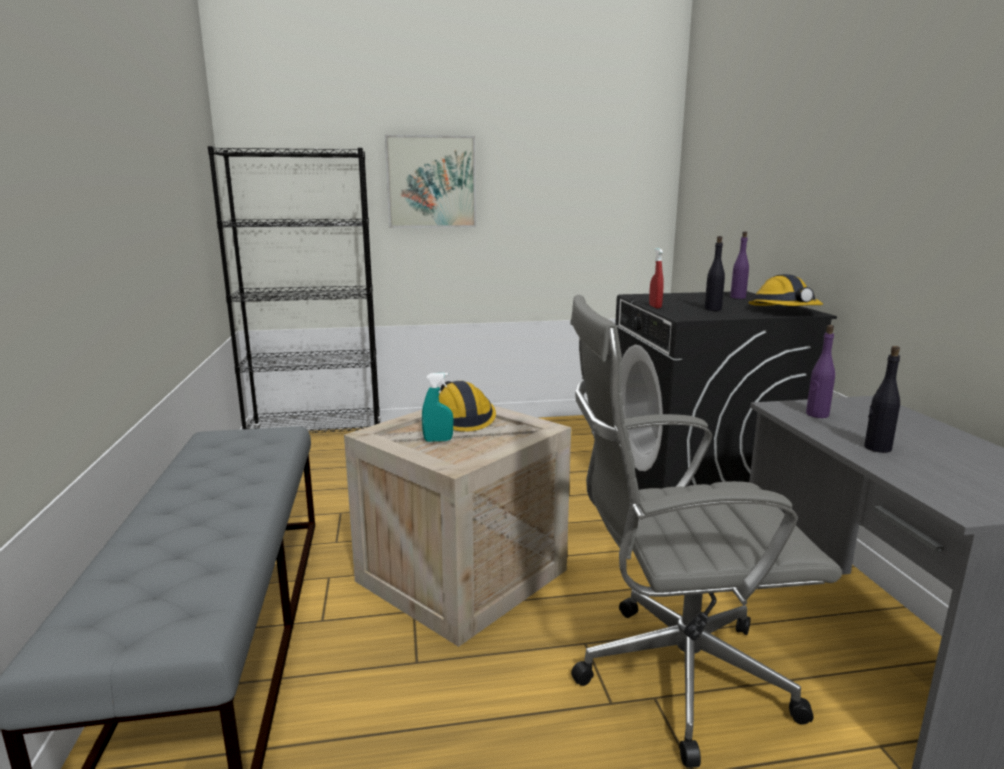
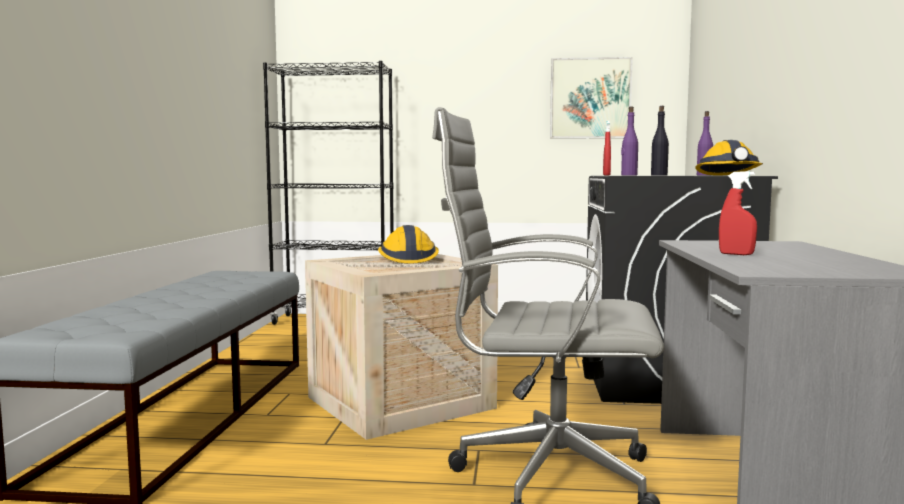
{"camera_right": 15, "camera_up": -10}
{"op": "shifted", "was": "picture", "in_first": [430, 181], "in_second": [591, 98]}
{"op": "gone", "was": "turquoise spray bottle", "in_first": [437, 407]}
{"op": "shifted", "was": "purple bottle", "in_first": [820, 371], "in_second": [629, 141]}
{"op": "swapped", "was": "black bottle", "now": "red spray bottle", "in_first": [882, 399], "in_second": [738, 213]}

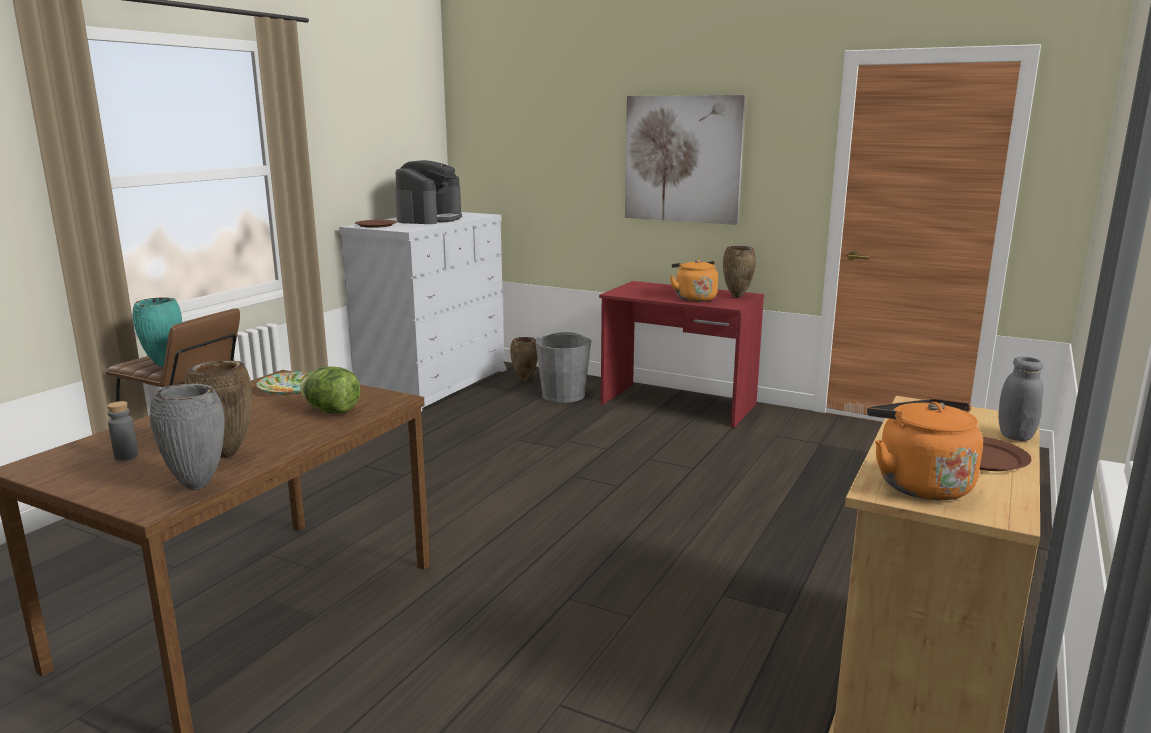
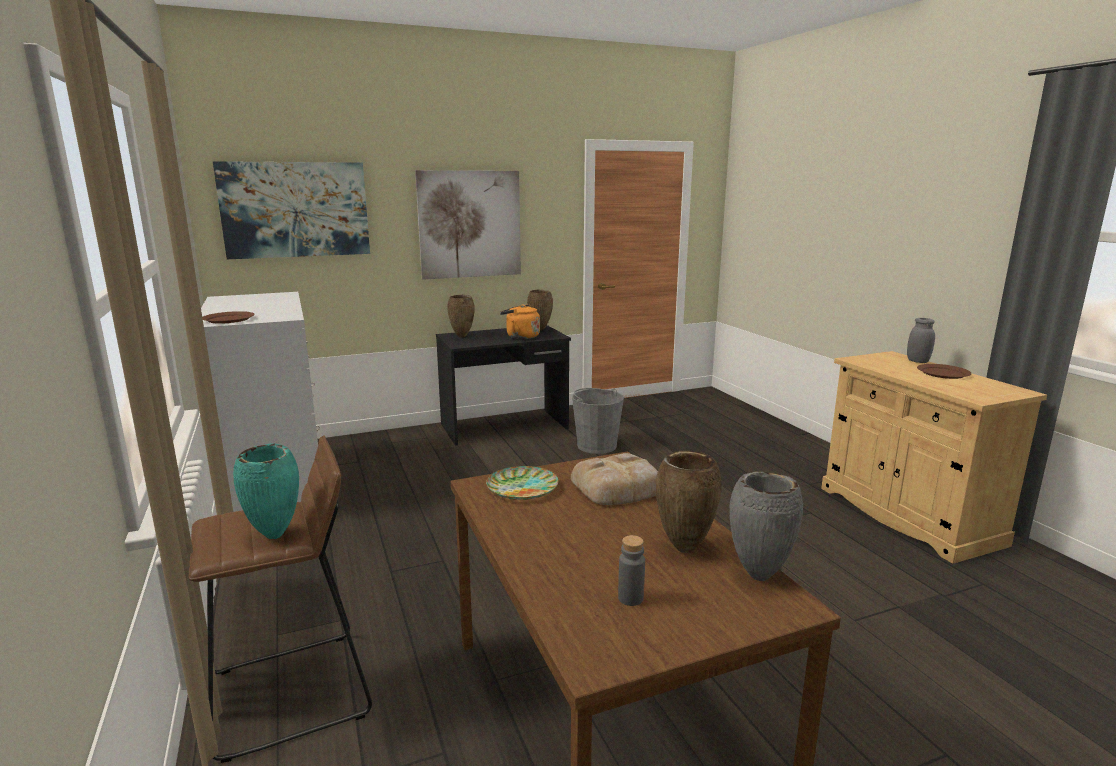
{"camera_right": -50, "camera_up": 0}
{"op": "swapped", "was": "lettuce", "now": "bread", "in_first": [330, 390], "in_second": [614, 479]}
{"op": "gone", "was": "coffee machine", "in_first": [428, 192]}
{"op": "shifted", "was": "brown vase", "in_first": [524, 359], "in_second": [461, 316]}
{"op": "shifted", "was": "grey bucket", "in_first": [563, 367], "in_second": [598, 421]}
{"op": "repainted", "was": "red desk", "now": "black desk", "in_first": [681, 354], "in_second": [503, 385]}
{"op": "gone", "was": "orange kettle", "in_first": [925, 449]}
{"op": "new", "now": "picture", "in_second": [291, 210]}

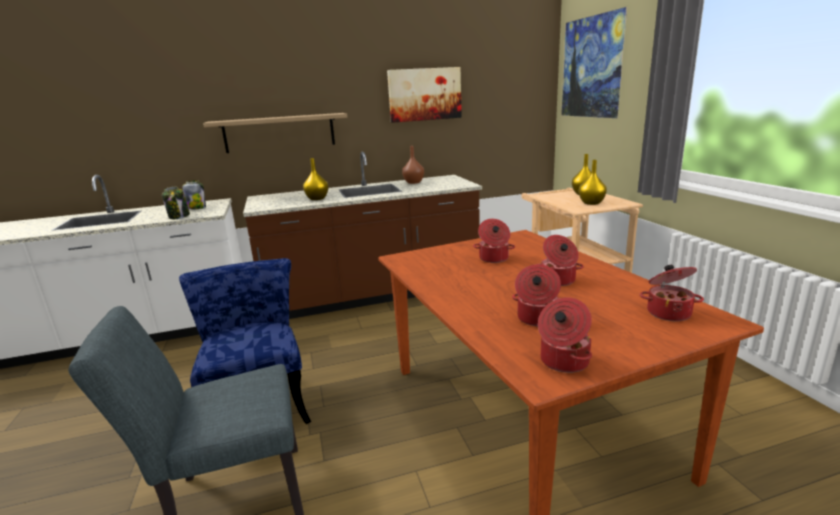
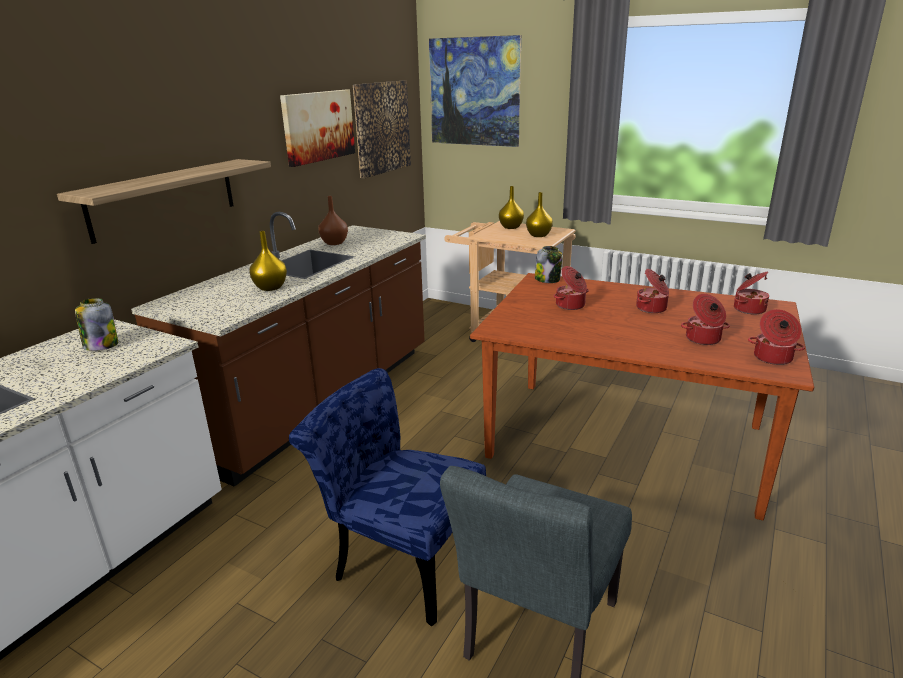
{"camera_right": -45, "camera_up": 5}
{"op": "shifted", "was": "jar", "in_first": [176, 203], "in_second": [549, 264]}
{"op": "new", "now": "picture", "in_second": [382, 129]}

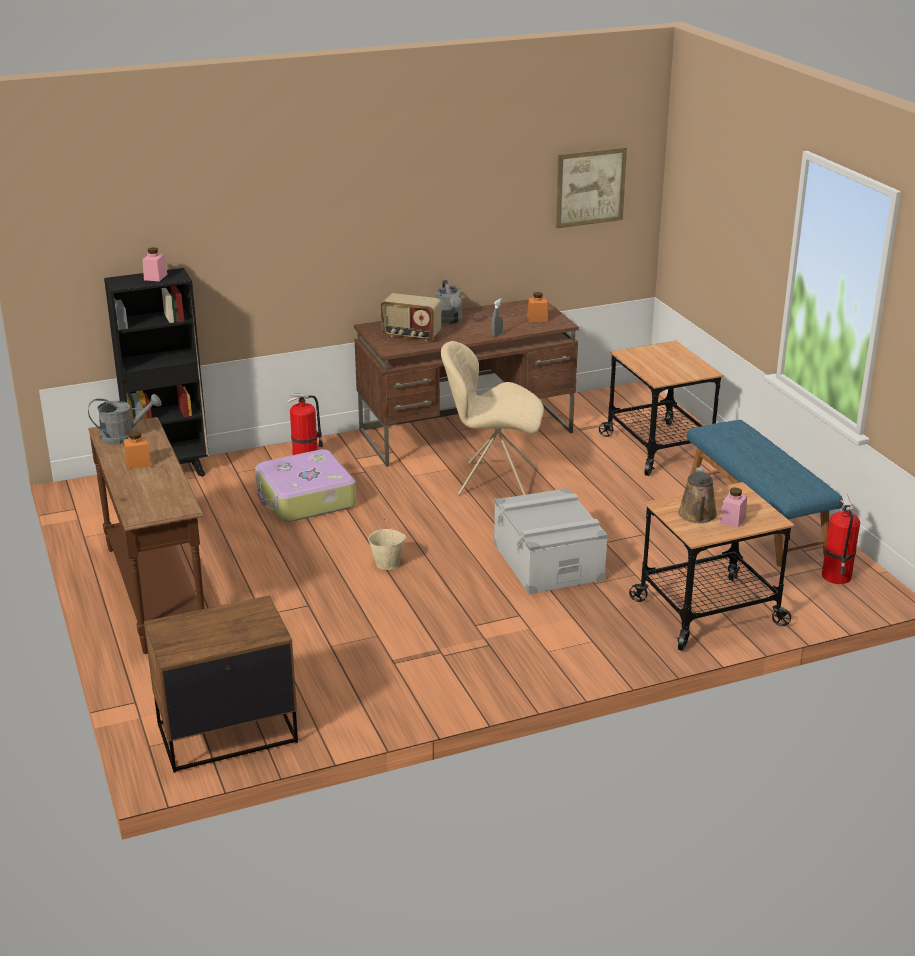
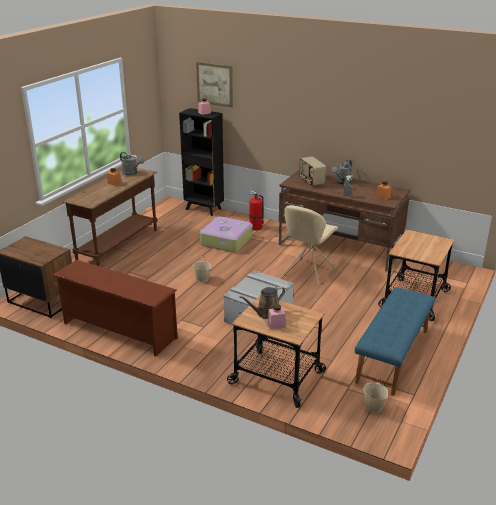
{"camera_right": 50, "camera_up": 0}
{"op": "rotated", "was": "beige chair", "in_first": [492, 418], "in_second": [310, 245], "clockwise": -120}
{"op": "shifted", "was": "picture", "in_first": [591, 187], "in_second": [214, 85]}
{"op": "swapped", "was": "fire extinguisher", "now": "beige bucket", "in_first": [841, 539], "in_second": [375, 396]}
{"op": "new", "now": "brown shoe rack", "in_second": [115, 308]}

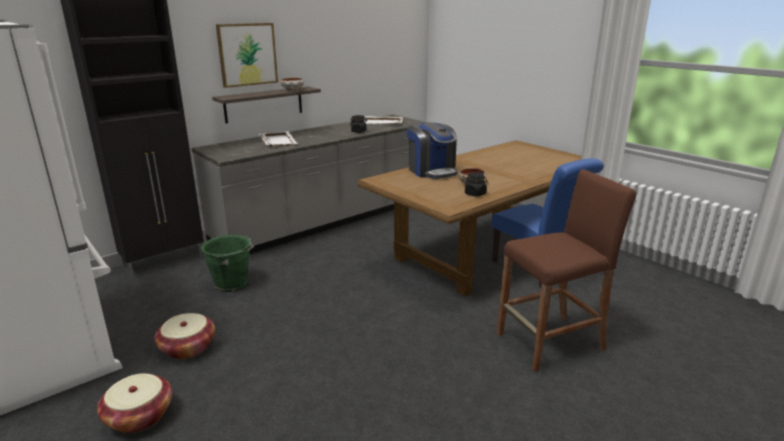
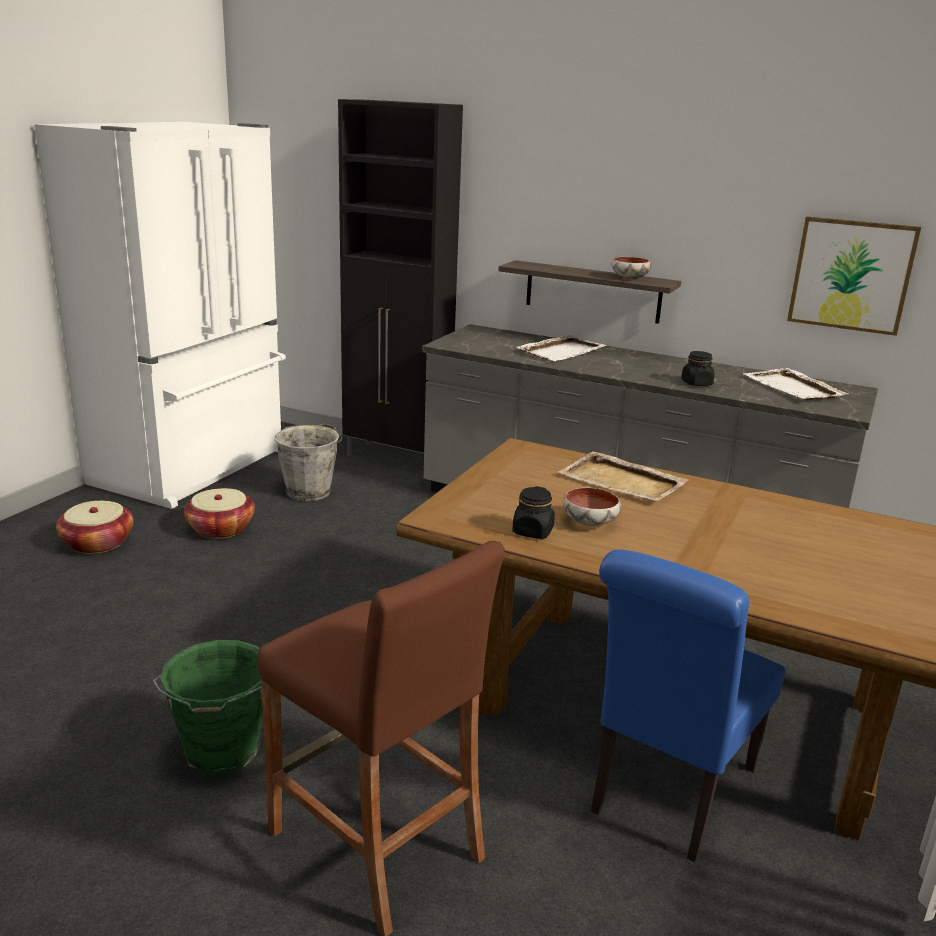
{"camera_right": 65, "camera_up": 0}
{"op": "shifted", "was": "green bucket", "in_first": [227, 263], "in_second": [208, 708]}
{"op": "shifted", "was": "picture", "in_first": [247, 55], "in_second": [854, 276]}
{"op": "swapped", "was": "coffee machine", "now": "beige tray", "in_first": [432, 150], "in_second": [623, 476]}
{"op": "new", "now": "grey bucket", "in_second": [308, 462]}

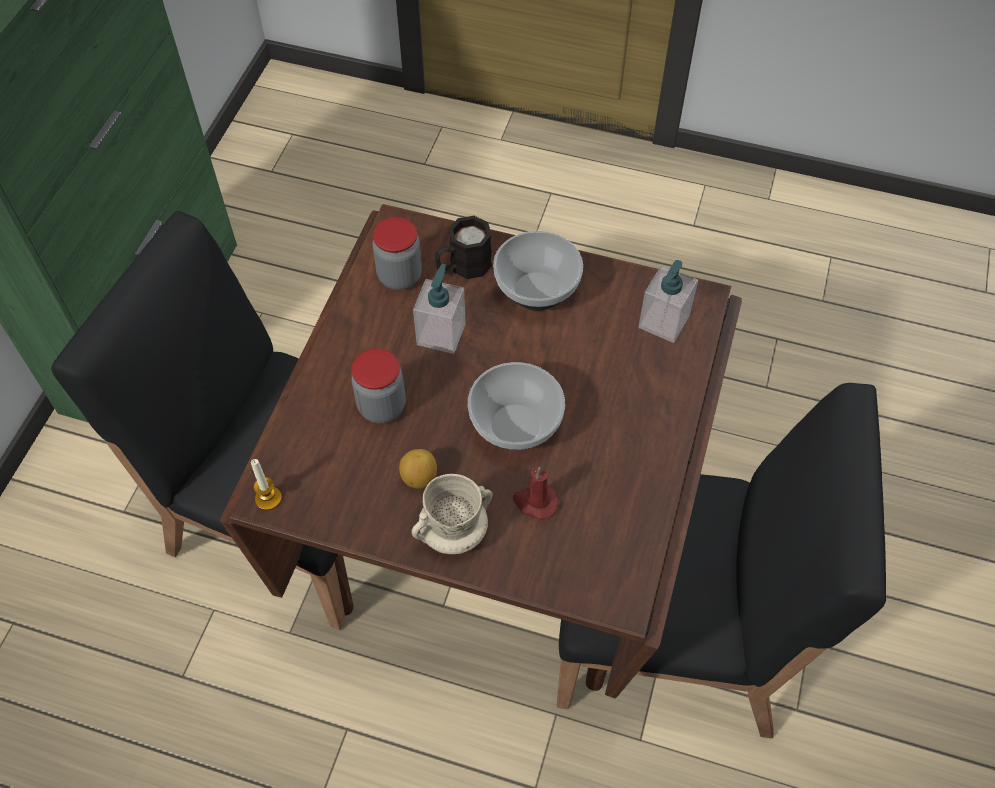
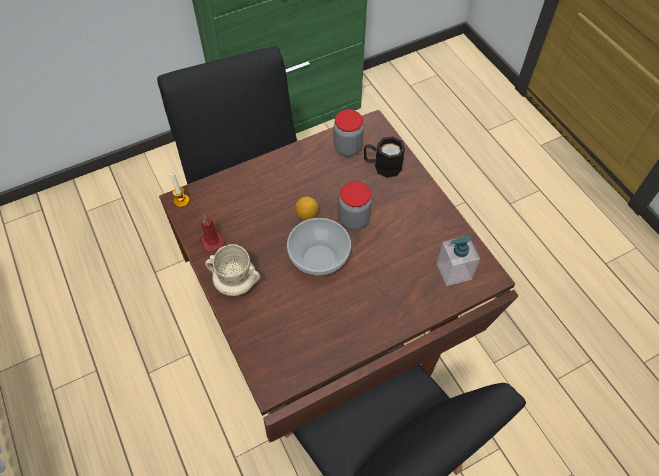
{"camera_right": 45, "camera_up": 0}
{"op": "shifted", "was": "jar", "in_first": [378, 385], "in_second": [355, 205]}
{"op": "shifted", "was": "lemon", "in_first": [418, 469], "in_second": [306, 208]}
{"op": "gone", "was": "soap dispenser", "in_first": [439, 309]}
{"op": "gone", "was": "bowl", "in_first": [538, 271]}
{"op": "shifted", "was": "red candle", "in_first": [536, 493], "in_second": [212, 234]}

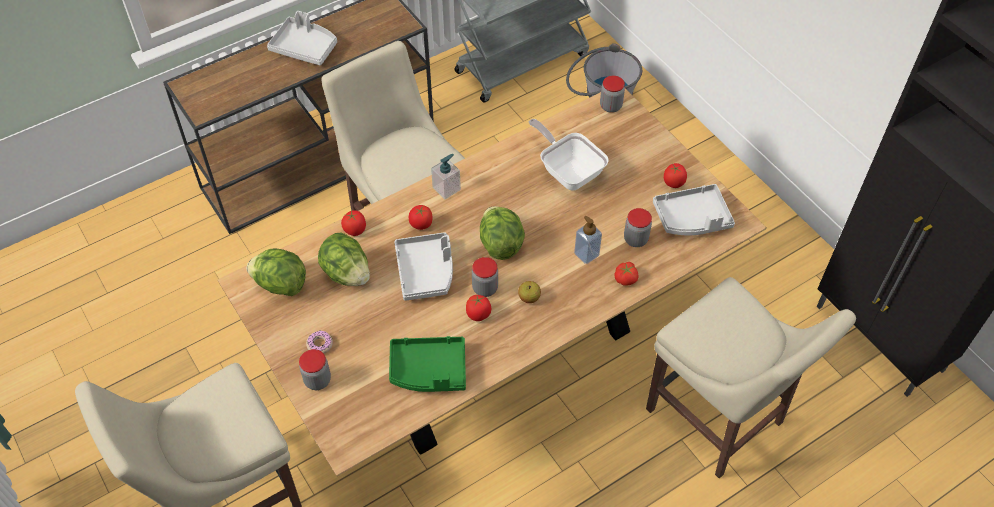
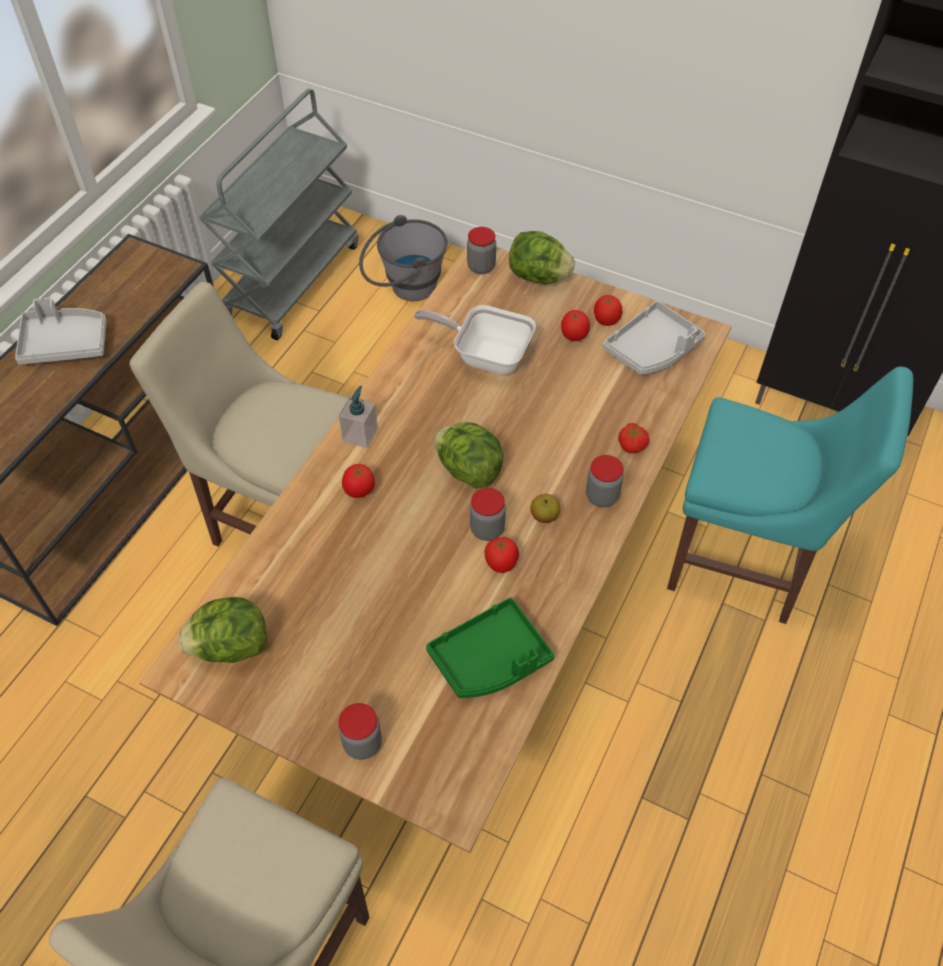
{"camera_right": -30, "camera_up": 0}
{"op": "gone", "was": "donut", "in_first": [319, 342]}
{"op": "shifted", "was": "lettuce", "in_first": [344, 259], "in_second": [542, 257]}
{"op": "shifted", "was": "tomato", "in_first": [353, 223], "in_second": [575, 325]}
{"op": "gone", "was": "grey tray", "in_first": [423, 266]}
{"op": "gone", "was": "soap dispenser", "in_first": [588, 240]}
{"op": "shifted", "was": "jar", "in_first": [638, 227], "in_second": [605, 481]}
{"op": "repainted", "was": "beige chair", "now": "turquoise chair", "in_first": [751, 377], "in_second": [790, 495]}

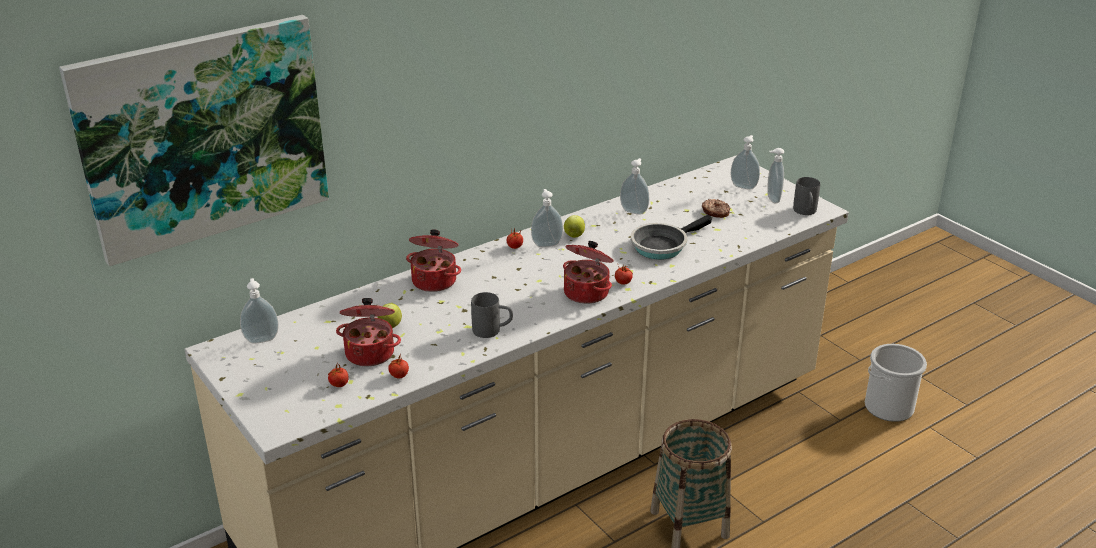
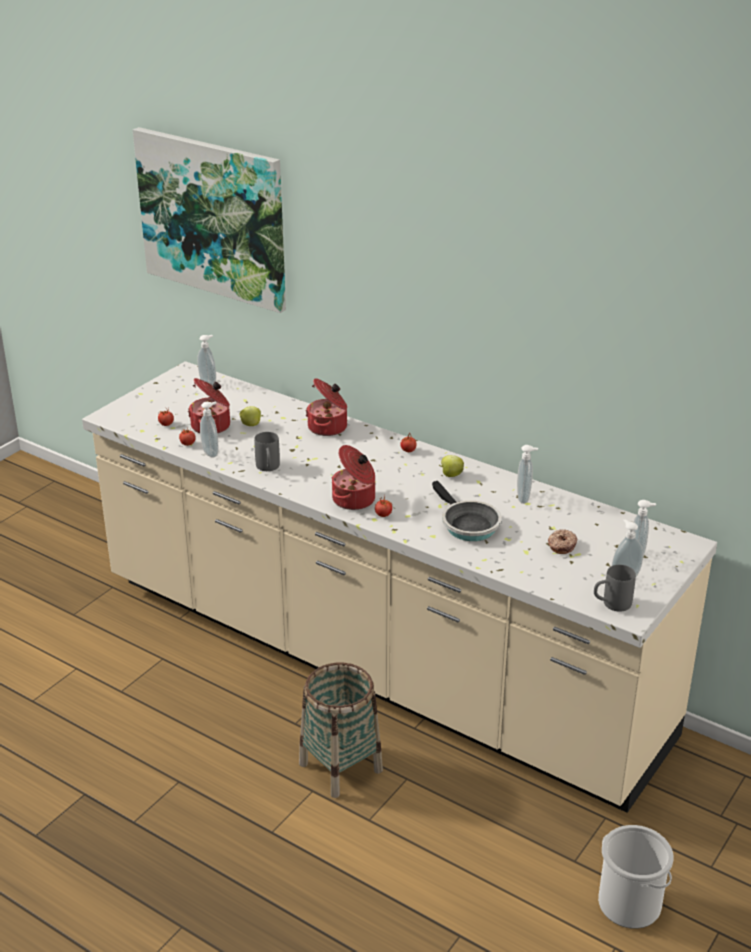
{"camera_right": 70, "camera_up": 0}
{"op": "shifted", "was": "soap dispenser", "in_first": [547, 218], "in_second": [209, 430]}
{"op": "rotated", "was": "frying pan", "in_first": [671, 237], "in_second": [467, 511], "clockwise": -150}

